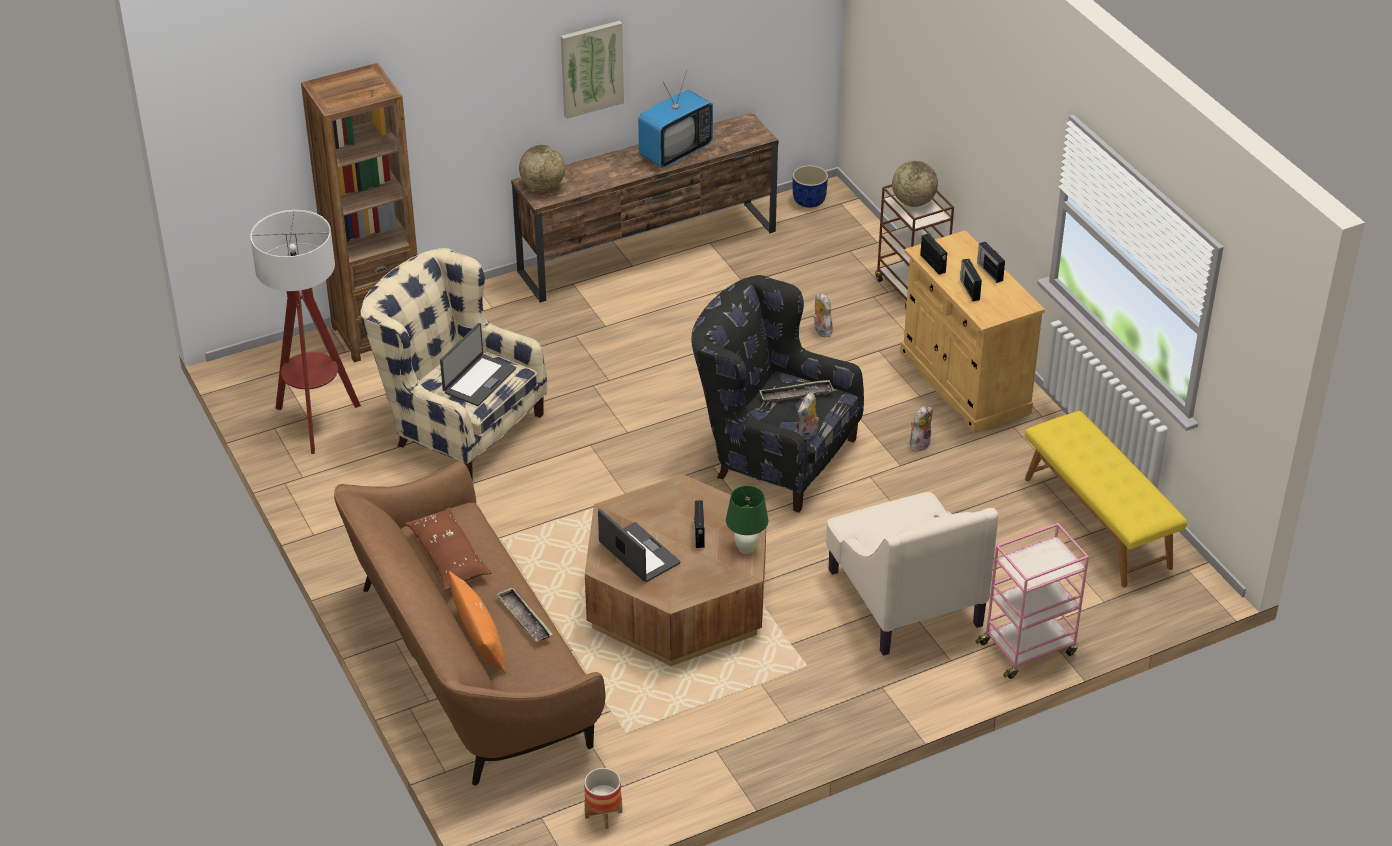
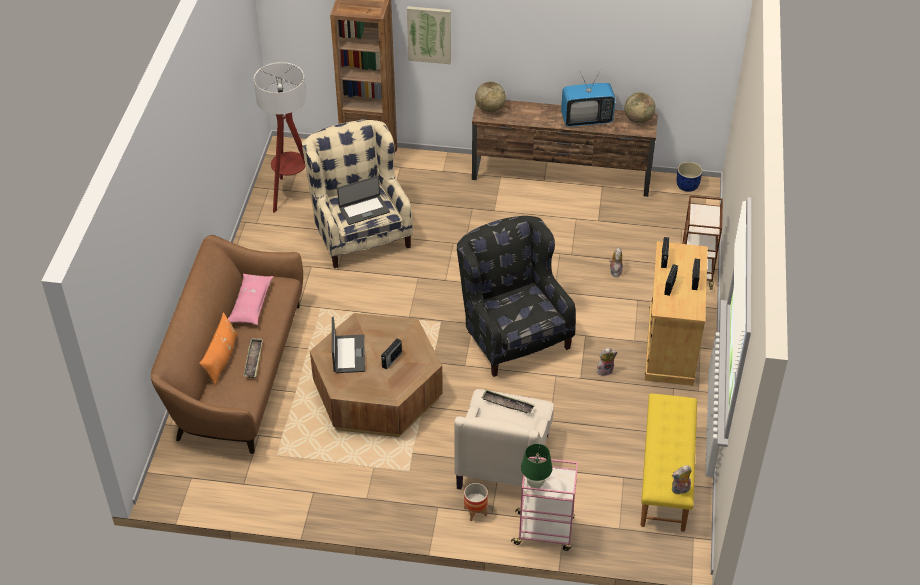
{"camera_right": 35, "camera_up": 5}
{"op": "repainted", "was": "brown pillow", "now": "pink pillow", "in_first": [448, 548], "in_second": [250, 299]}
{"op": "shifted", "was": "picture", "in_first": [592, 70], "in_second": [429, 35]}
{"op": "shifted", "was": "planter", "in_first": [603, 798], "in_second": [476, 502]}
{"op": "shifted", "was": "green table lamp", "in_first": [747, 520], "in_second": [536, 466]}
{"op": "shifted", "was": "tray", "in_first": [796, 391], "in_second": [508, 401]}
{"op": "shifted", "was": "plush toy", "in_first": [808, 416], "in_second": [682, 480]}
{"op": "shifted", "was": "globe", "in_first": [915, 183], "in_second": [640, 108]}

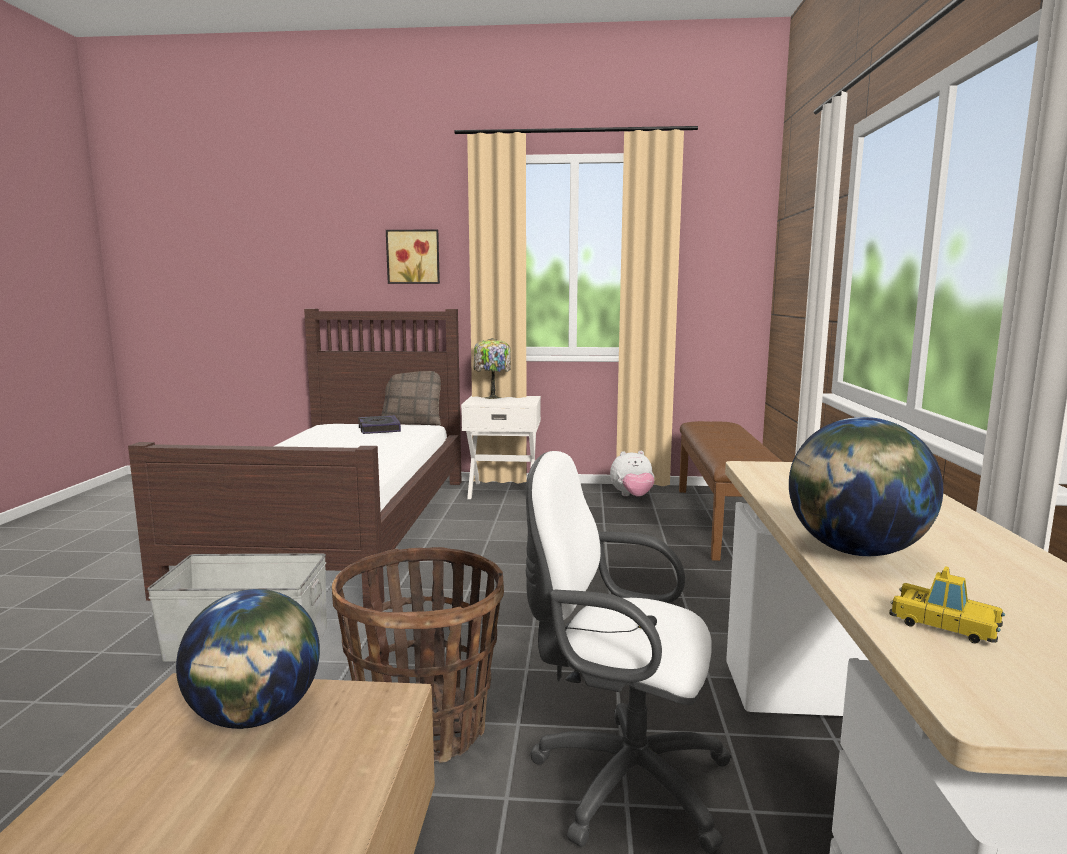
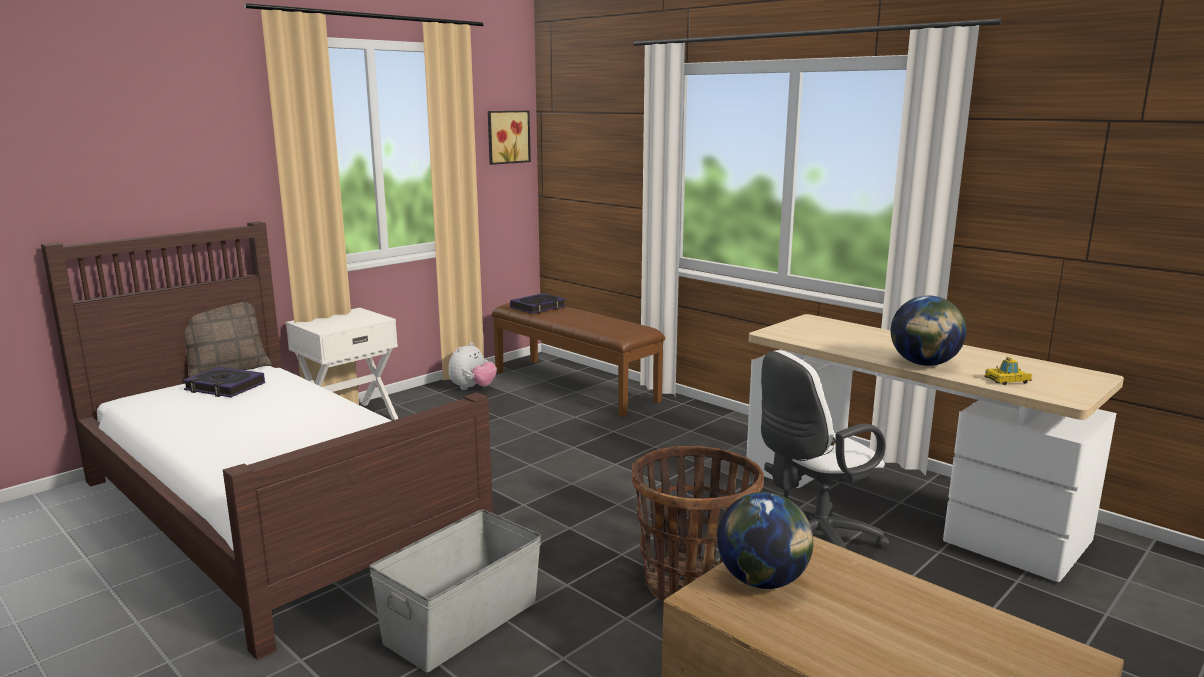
{"camera_right": -50, "camera_up": 5}
{"op": "shifted", "was": "picture", "in_first": [413, 256], "in_second": [509, 138]}
{"op": "gone", "was": "table lamp", "in_first": [492, 368]}
{"op": "new", "now": "book", "in_second": [538, 303]}

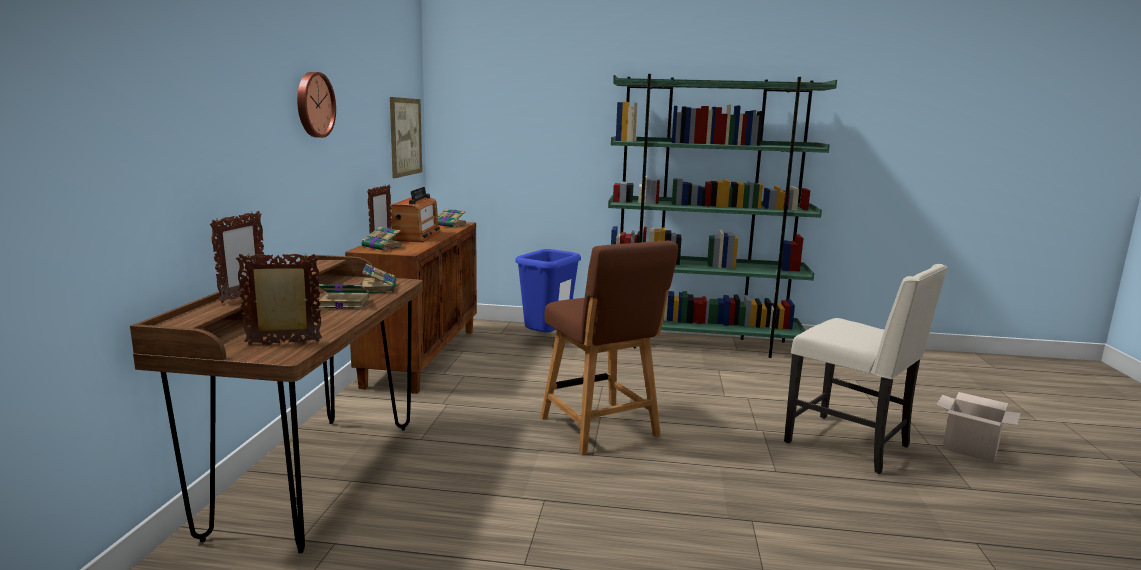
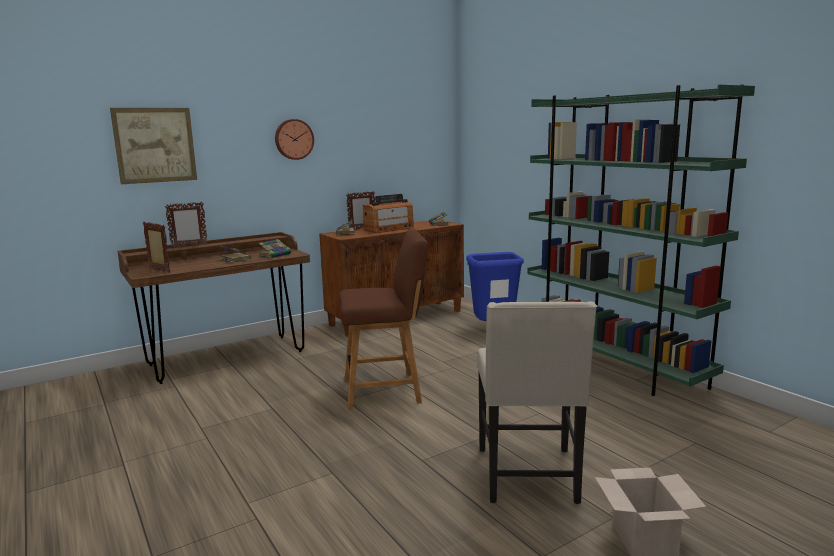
{"camera_right": 50, "camera_up": 0}
{"op": "shifted", "was": "picture", "in_first": [406, 137], "in_second": [153, 146]}
{"op": "rotated", "was": "brown chair", "in_first": [609, 348], "in_second": [383, 319], "clockwise": -120}

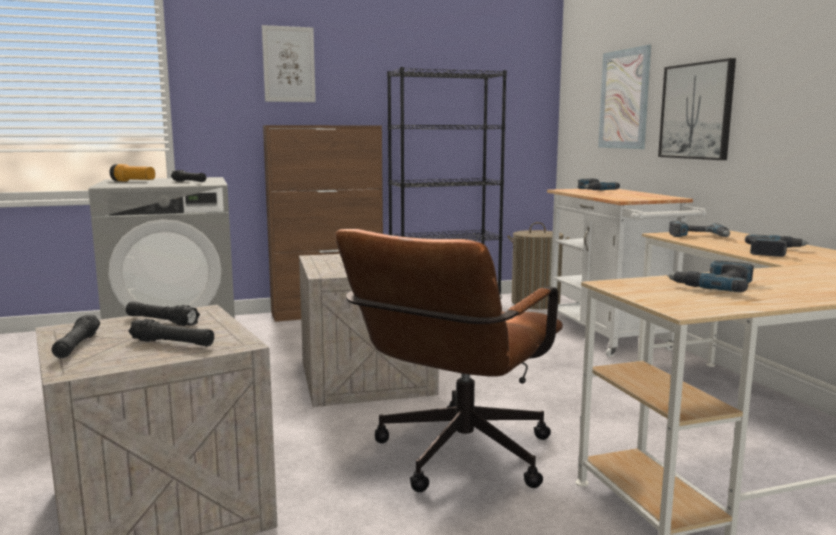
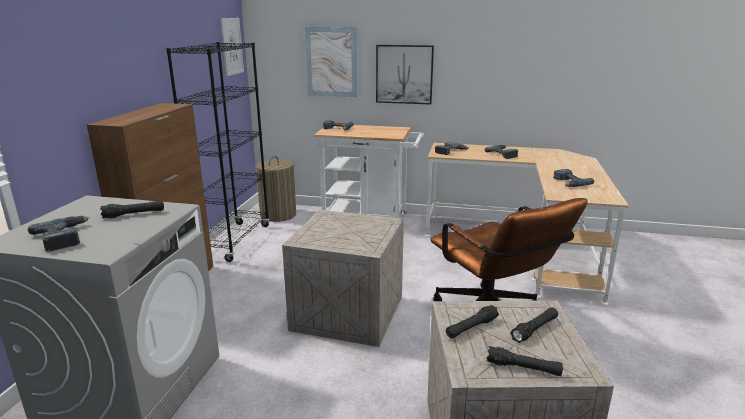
{"camera_right": -60, "camera_up": 10}
{"op": "swapped", "was": "flashlight", "now": "power drill", "in_first": [132, 173], "in_second": [59, 234]}
{"op": "shifted", "was": "picture", "in_first": [289, 63], "in_second": [232, 47]}

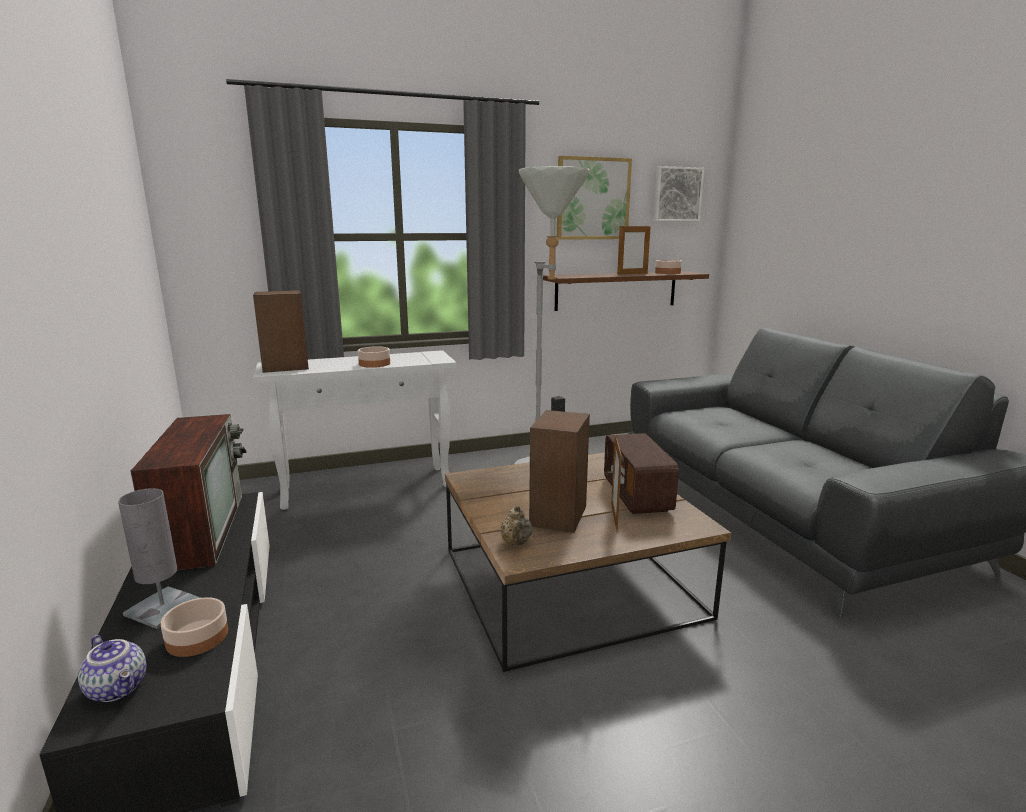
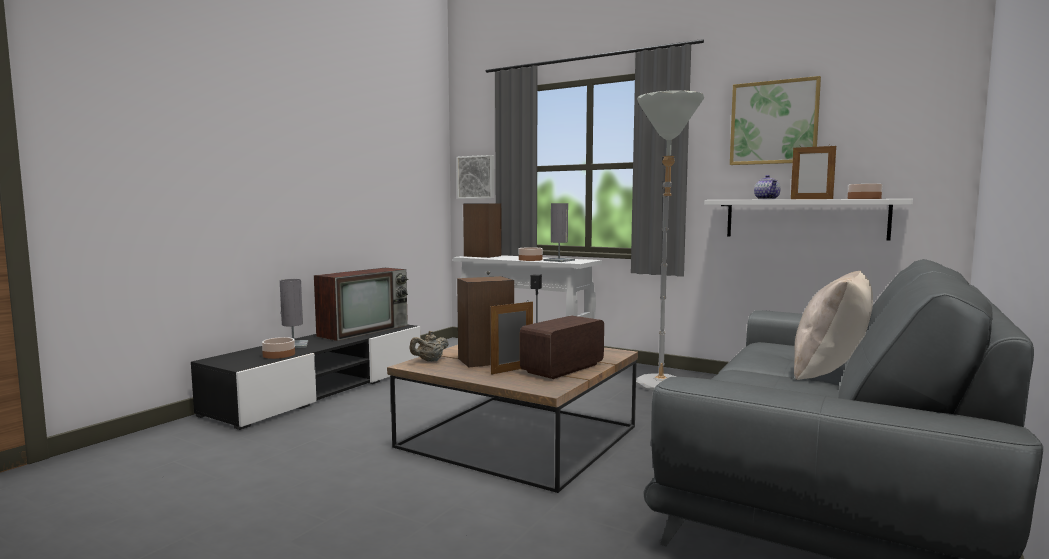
{"camera_right": 50, "camera_up": -10}
{"op": "shifted", "was": "teapot", "in_first": [112, 668], "in_second": [767, 187]}
{"op": "repainted", "was": "brown shelf", "now": "white shelf", "in_first": [626, 291], "in_second": [809, 220]}
{"op": "shifted", "was": "picture", "in_first": [678, 193], "in_second": [475, 177]}
{"op": "new", "now": "grey table lamp", "in_second": [559, 232]}
{"op": "new", "now": "beige pillow", "in_second": [833, 325]}

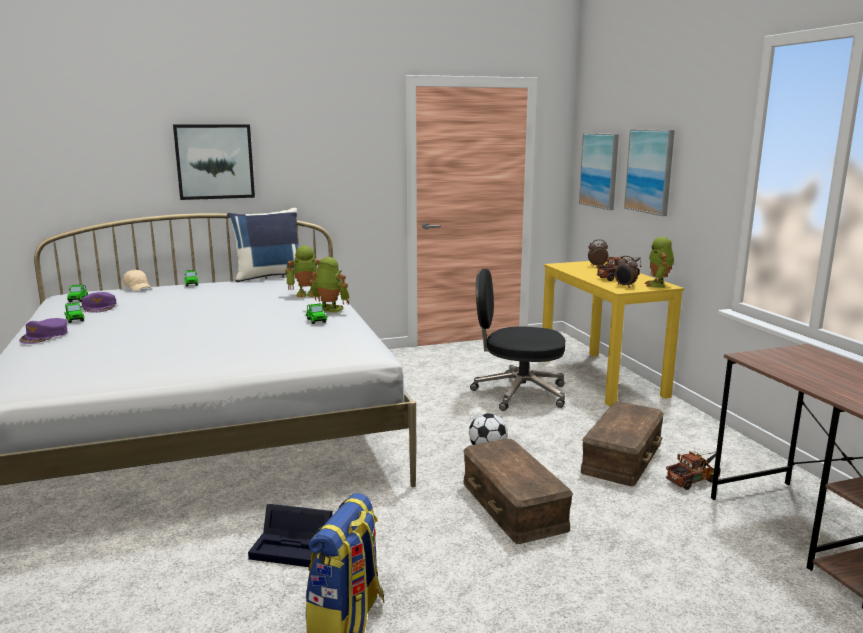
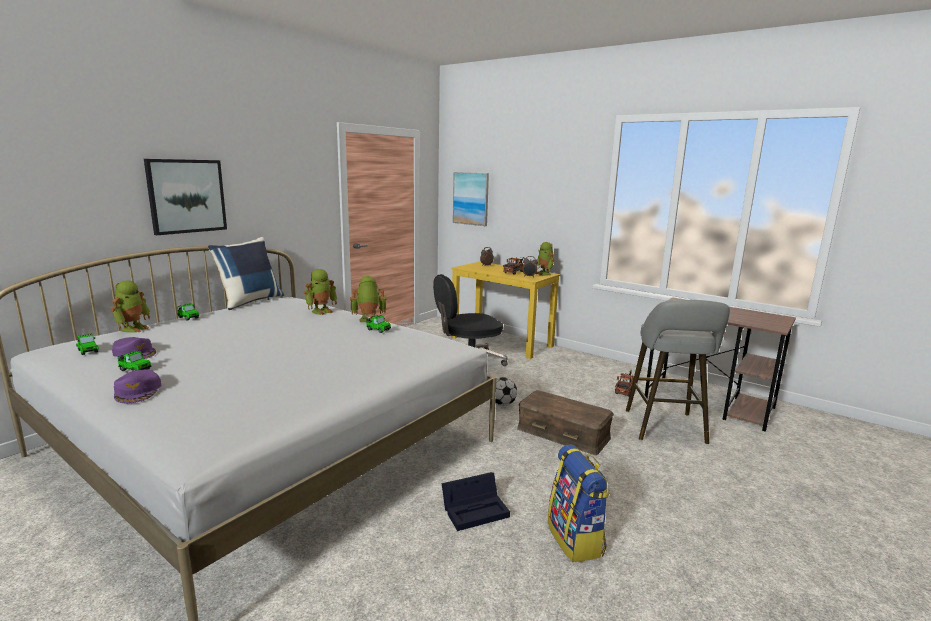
{"camera_right": -35, "camera_up": 0}
{"op": "swapped", "was": "beige cap", "now": "toy robot", "in_first": [137, 280], "in_second": [130, 306]}
{"op": "gone", "was": "brown storage box", "in_first": [622, 444]}
{"op": "gone", "was": "picture", "in_first": [649, 172]}
{"op": "new", "now": "grey stool", "in_second": [678, 372]}

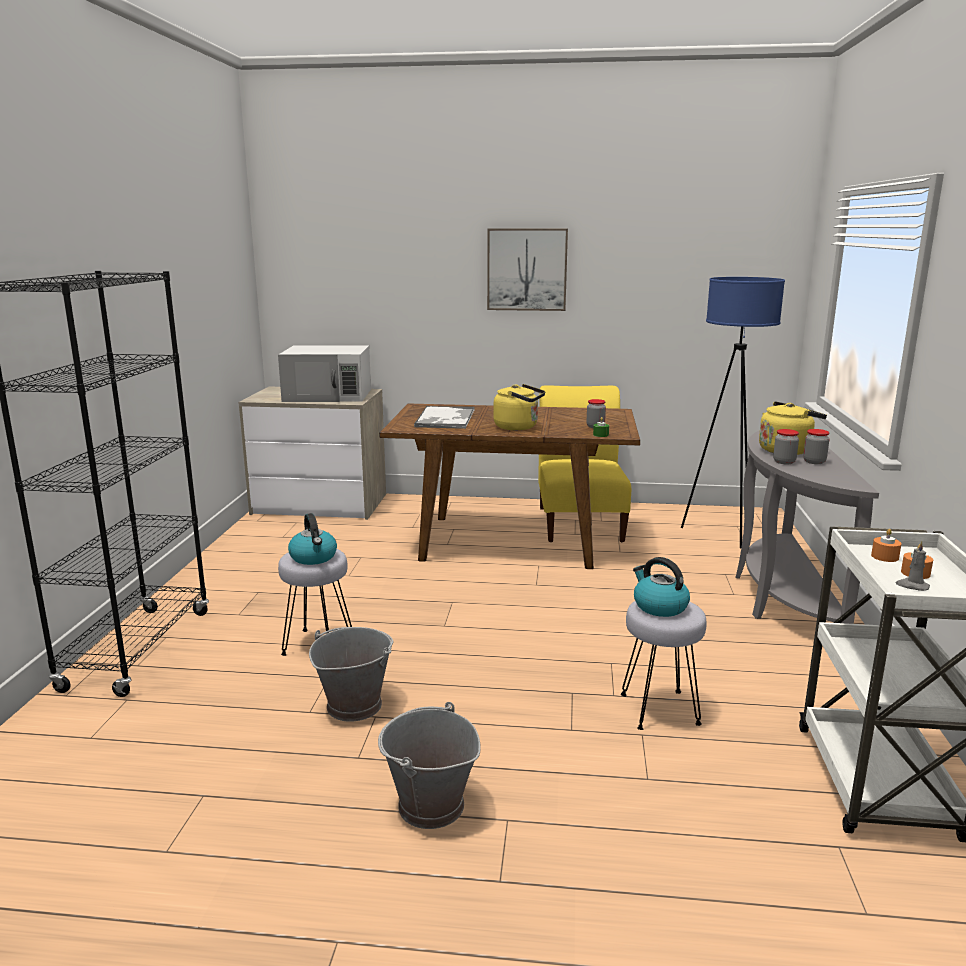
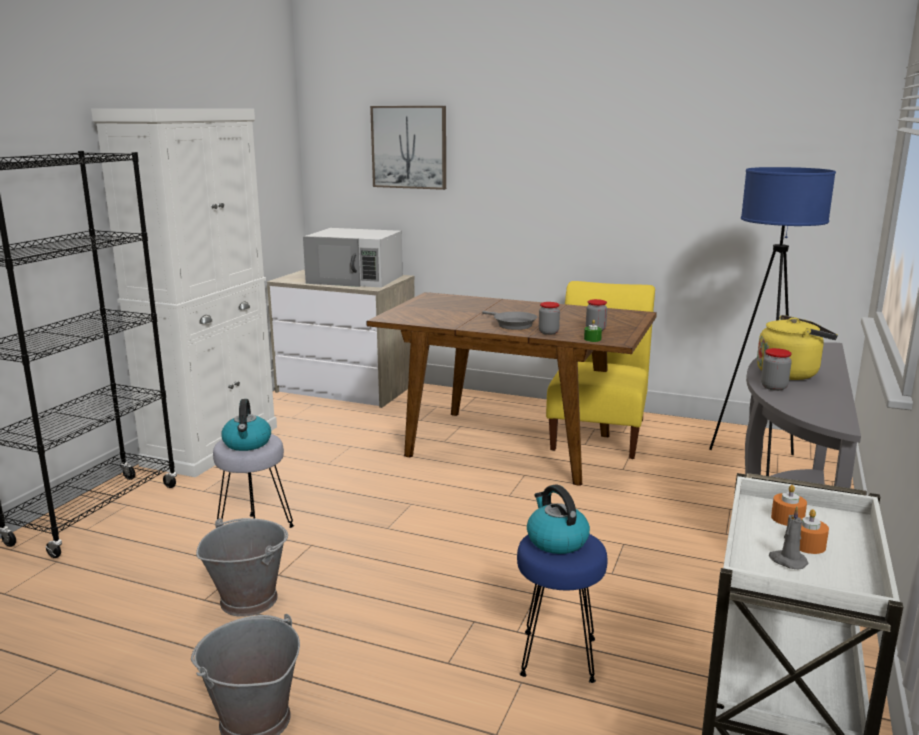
{"camera_right": 15, "camera_up": 0}
{"op": "gone", "was": "tray", "in_first": [444, 417]}
{"op": "shifted", "was": "picture", "in_first": [527, 270], "in_second": [408, 148]}
{"op": "swapped", "was": "yellow kettle", "now": "grey frying pan", "in_first": [519, 407], "in_second": [509, 320]}
{"op": "repainted", "was": "grey stool", "now": "blue stool", "in_first": [664, 665], "in_second": [562, 608]}
{"op": "shifted", "was": "jar", "in_first": [816, 446], "in_second": [549, 318]}
{"op": "new", "now": "white cabinet", "in_second": [184, 293]}

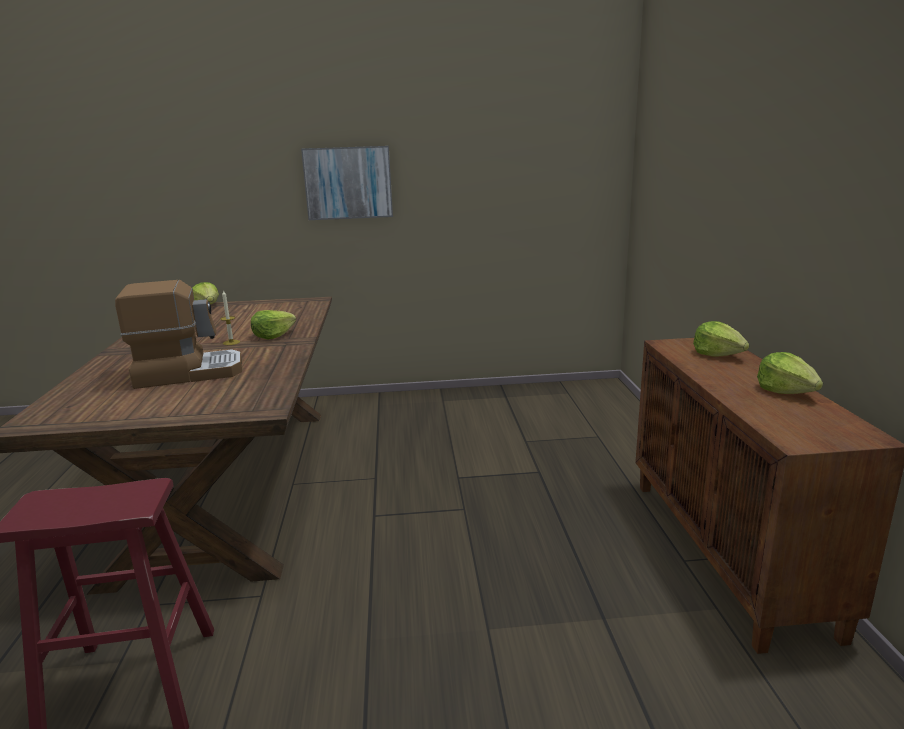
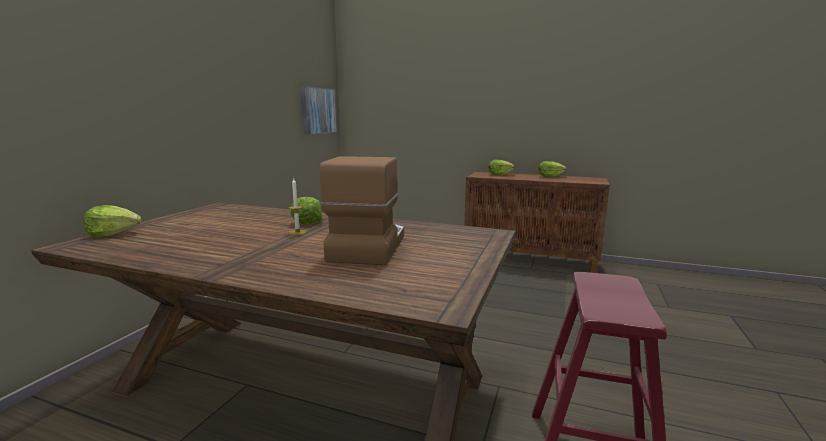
{"camera_right": -65, "camera_up": -5}
{"op": "shifted", "was": "picture", "in_first": [347, 183], "in_second": [319, 110]}

